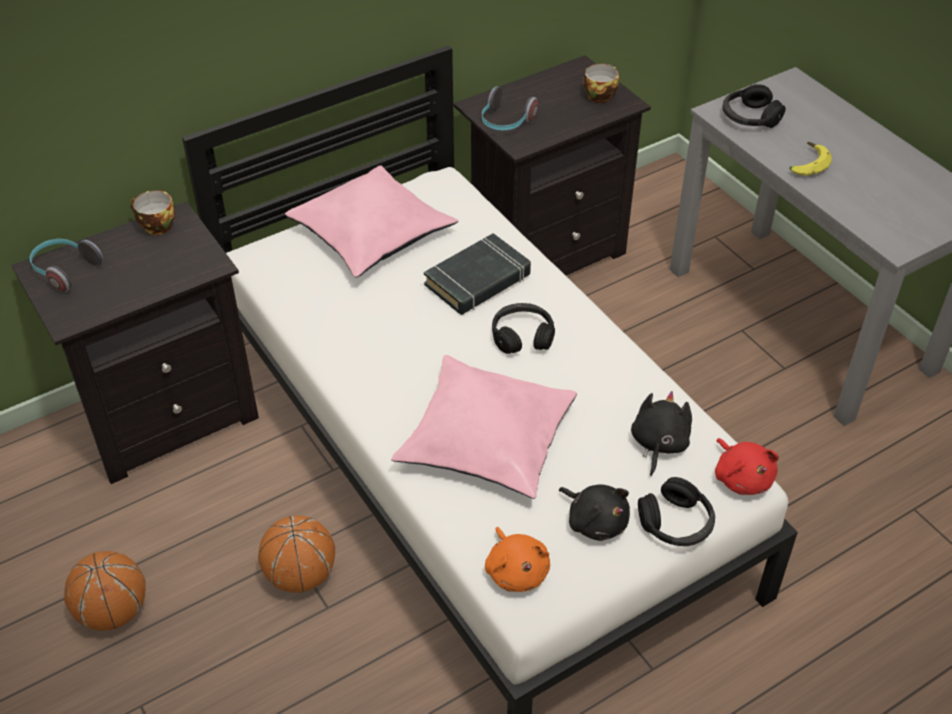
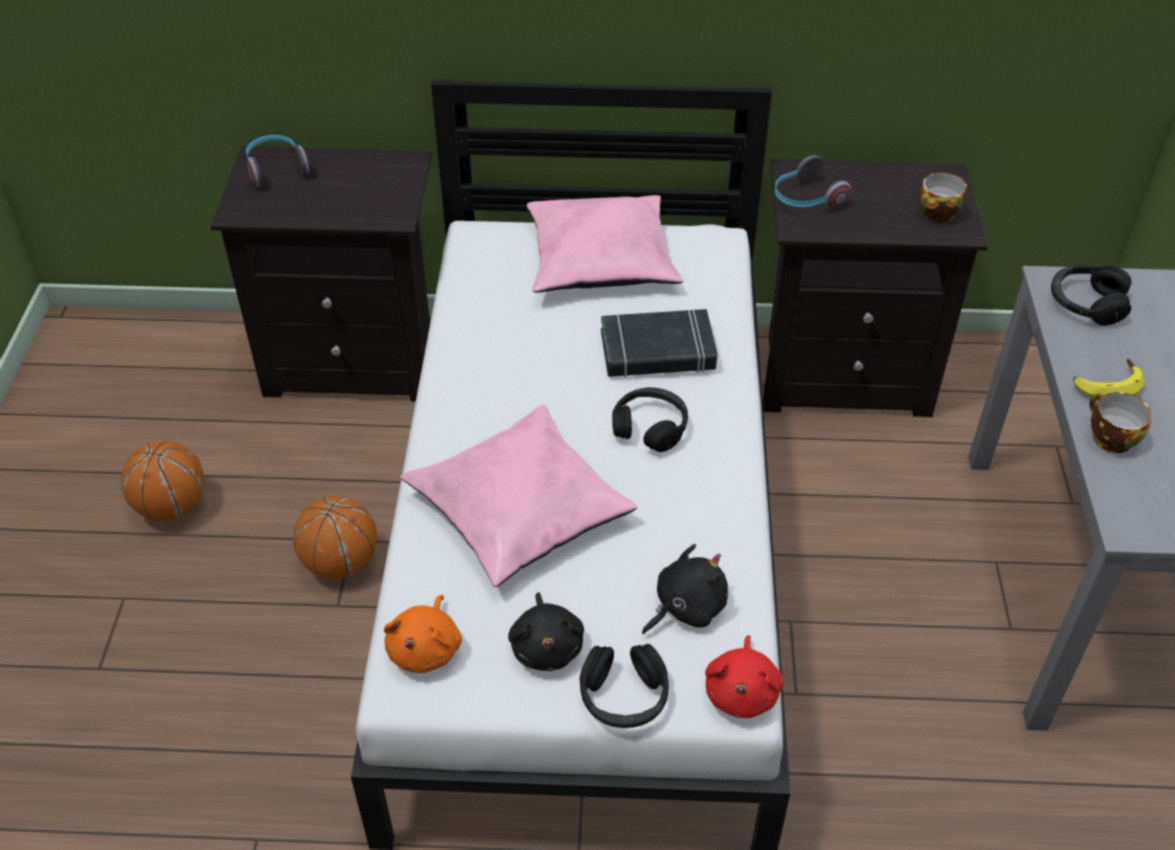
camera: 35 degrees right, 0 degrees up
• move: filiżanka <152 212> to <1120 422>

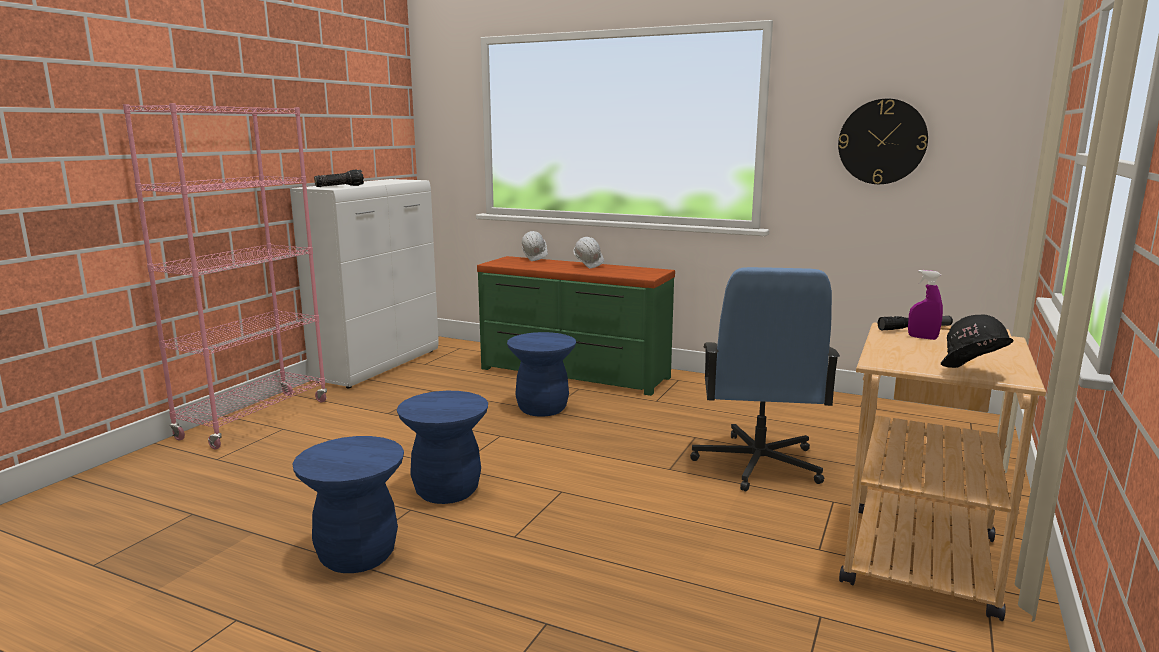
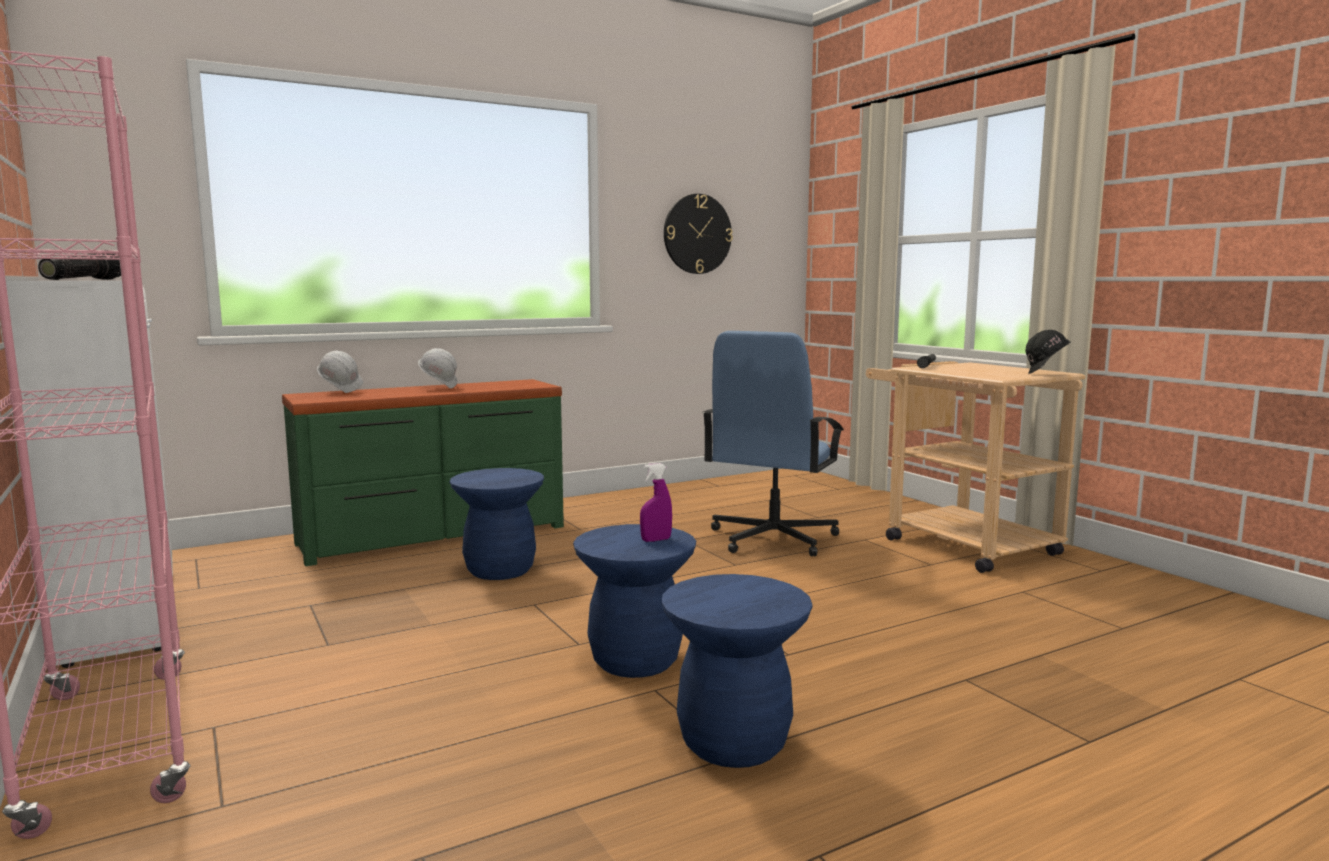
camera: 55 degrees left, 5 degrees down
• move: spryskiwacz/fioletowy <925 305> to <656 502>
• rotate: krzesło biurowe/niebieski <765 379> = <773 444> 75 degrees clockwise

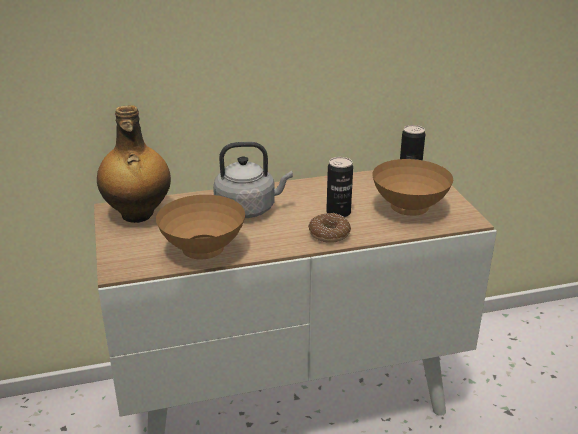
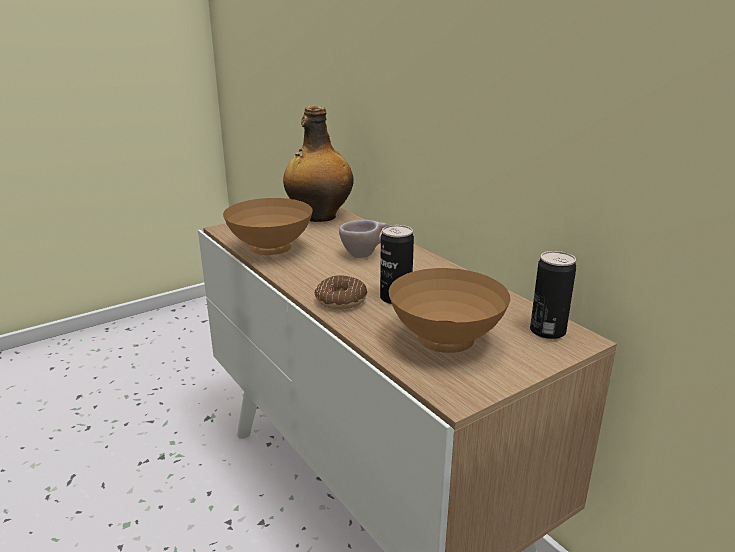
camera: 70 degrees right, 5 degrees down
• replace: czajnik/szary <253 180> to filiżanka/beżowy <364 239>

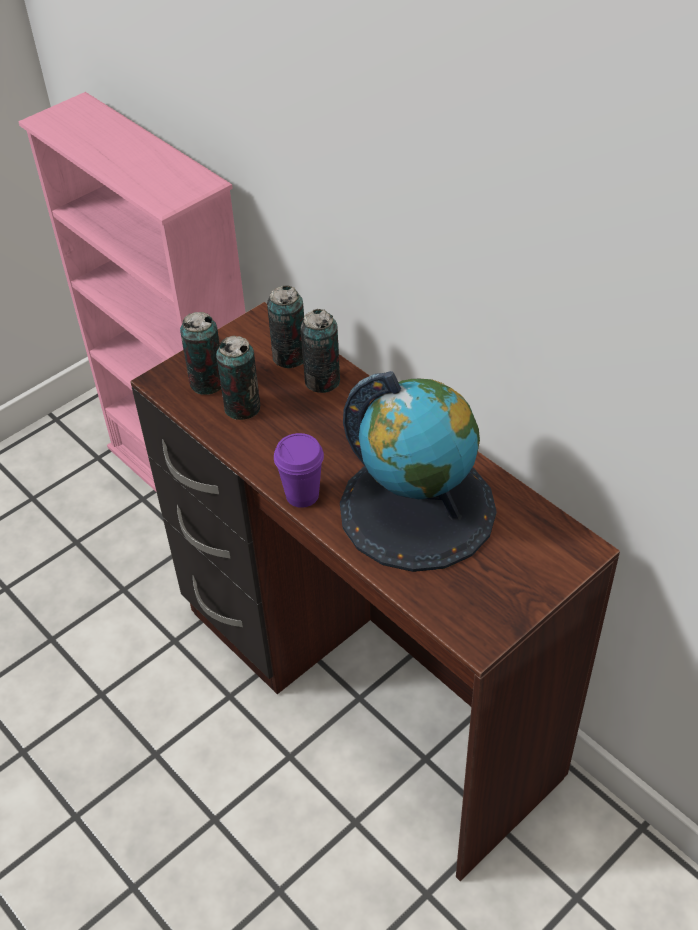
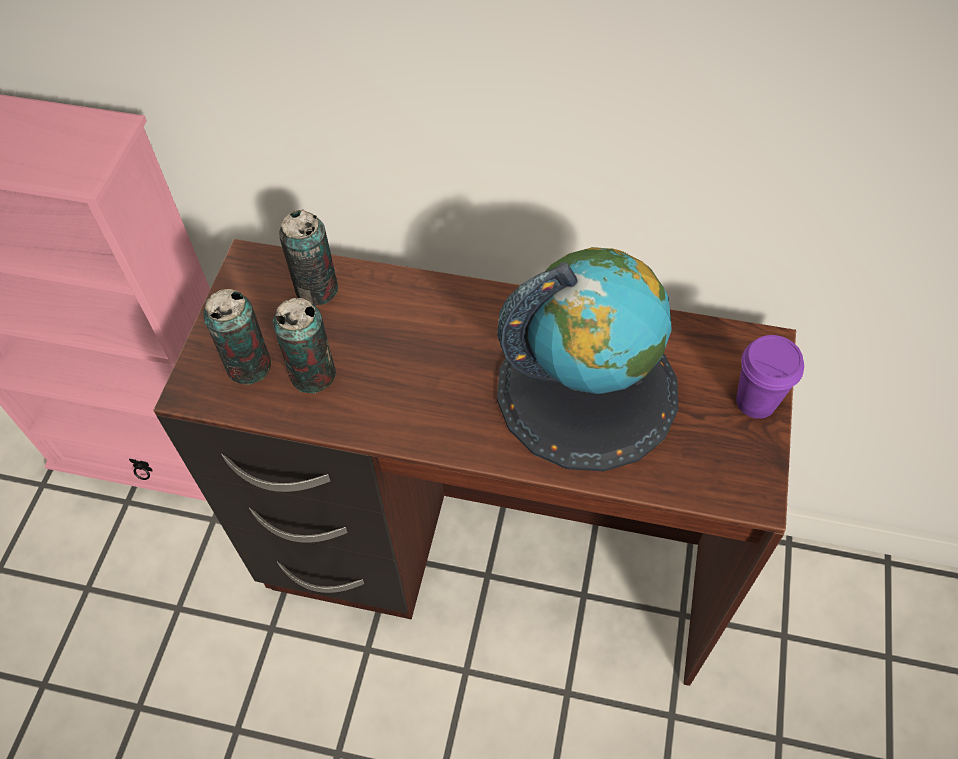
camera: 35 degrees left, 10 degrees up
• move: filiżanka/fioletowy <299 470> to <770 377>
• delete: puszka <320 351>

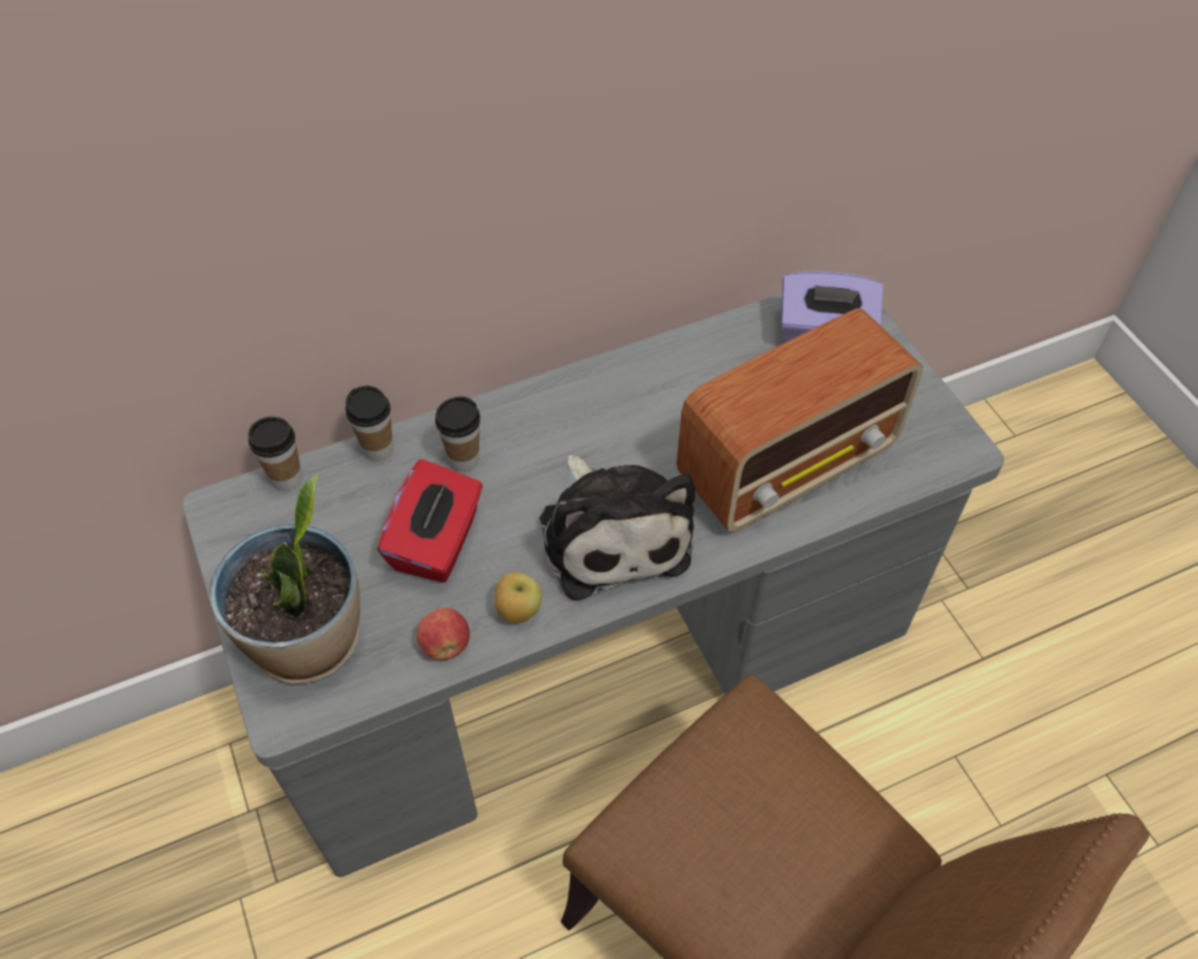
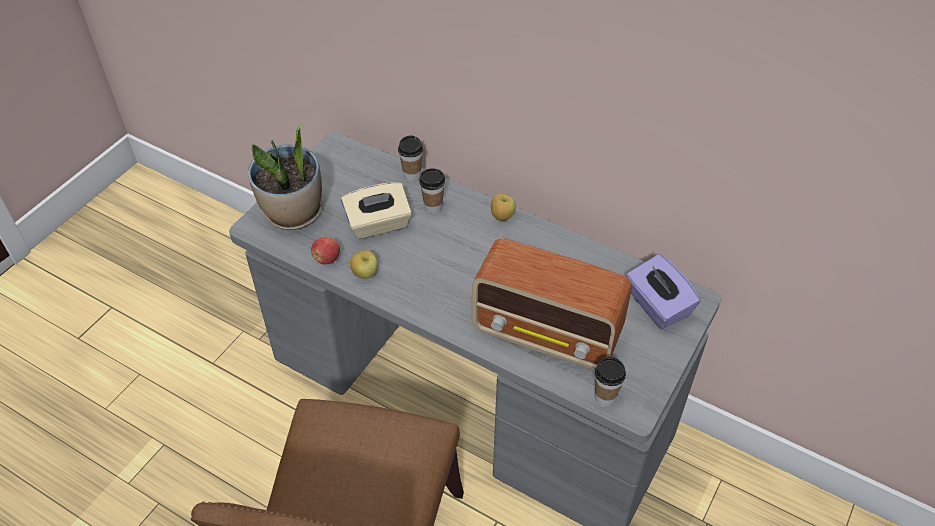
camera: 55 degrees right, 5 degrees down
• recolor: pudełko chusteczek/czerwony <430 521> to pudełko chusteczek/beżowy <376 211>
• insert: jabłko <503 207>
• move: filiżanka <275 454> to <610 382>
• delete: pluszak <617 527>

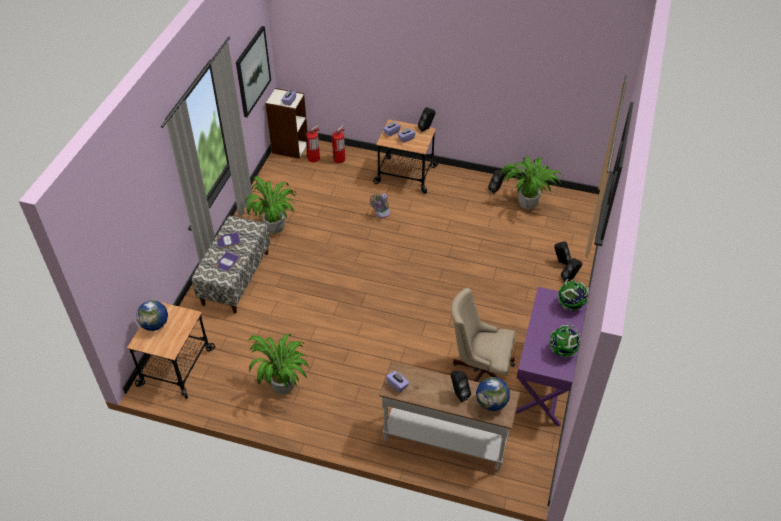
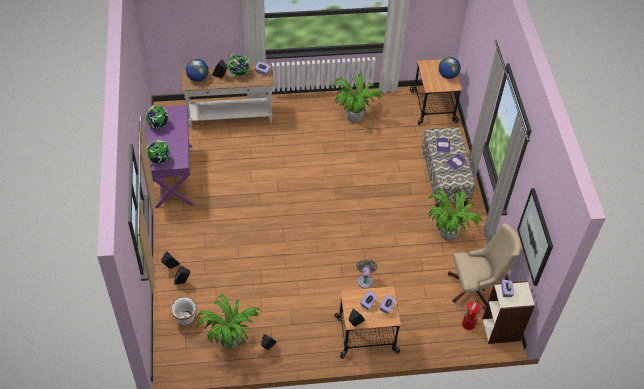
camera: 155 degrees right, 5 degrees up
• insert: donica/biały <184 311>
• insert: globus <239 64>
• move: krzesło biurowe/beżowy <483 335> to <484 266>
• delete: gaśnica <338 144>

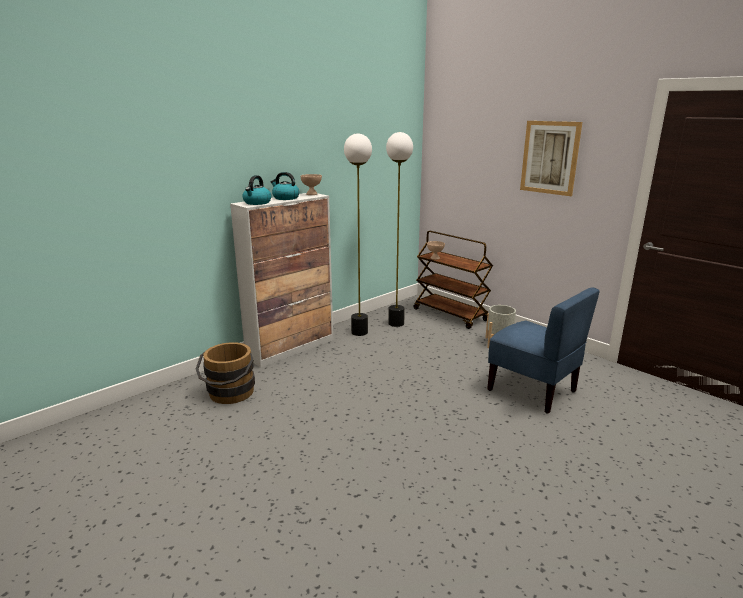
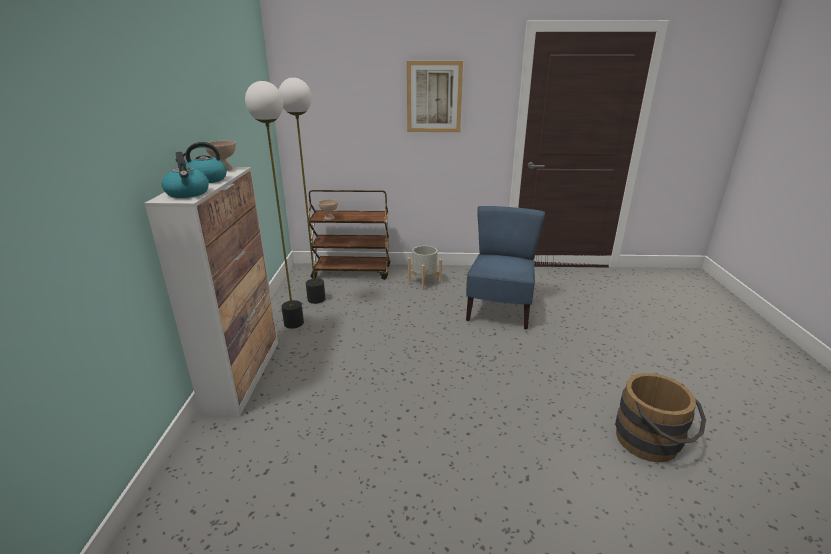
camera: 45 degrees left, 5 degrees up
• rotate: krzesło/niebieski <543 350> = <505 267> 75 degrees counterclockwise
• move: wiadro/brązowy <225 373> to <660 418>

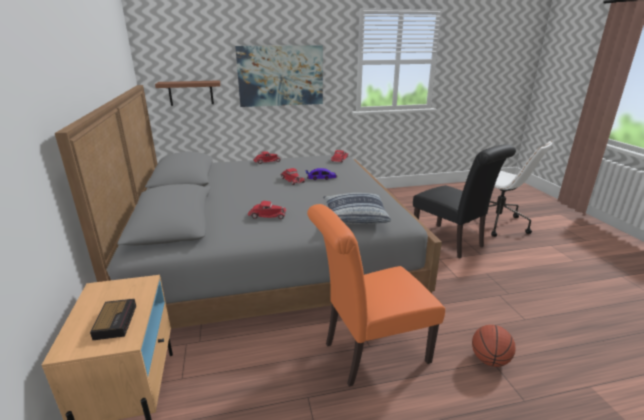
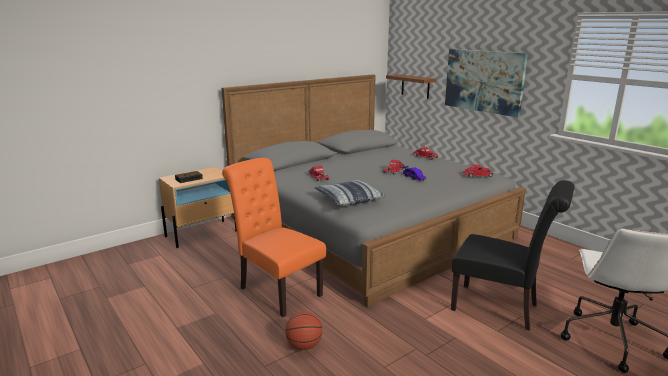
camera: 65 degrees right, 5 degrees down
• rotate: krzesło/czarny <464 201> = <513 255> 90 degrees counterclockwise

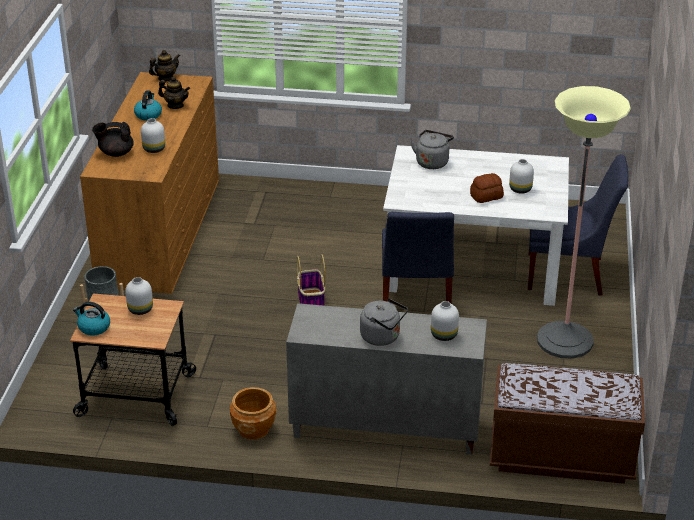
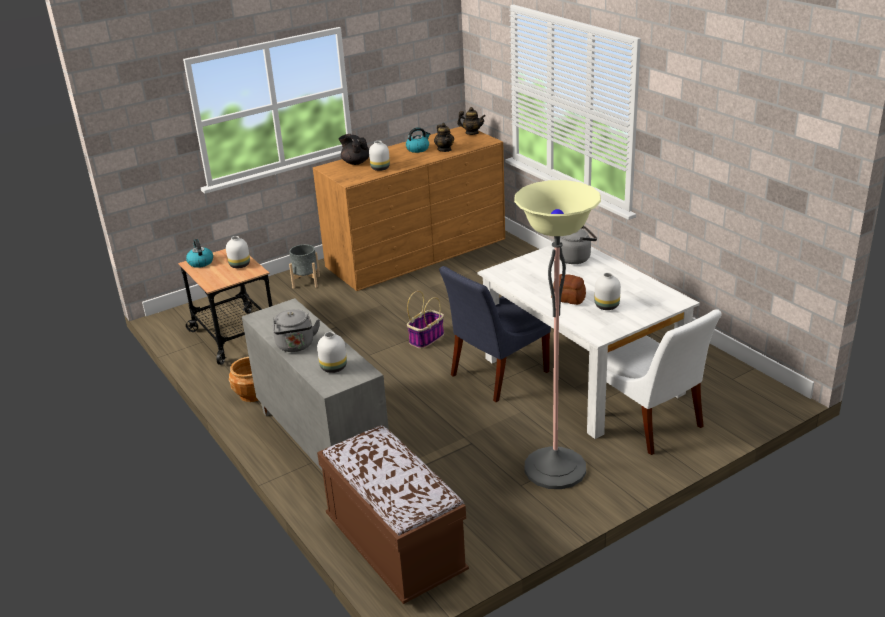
camera: 50 degrees right, 5 degrees down
• recolor: krzesło/niebieski <578 225> to krzesło/biały <664 382>

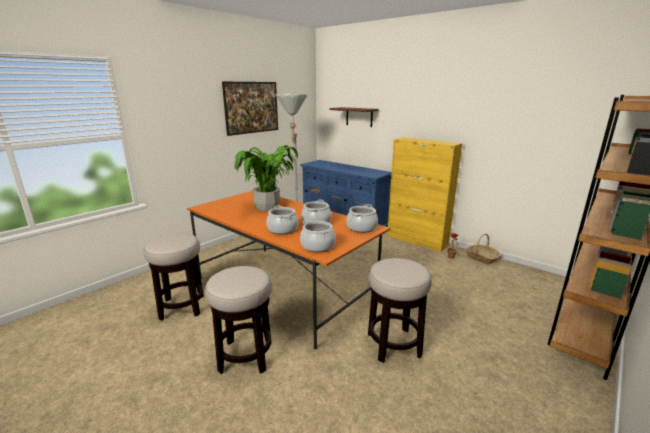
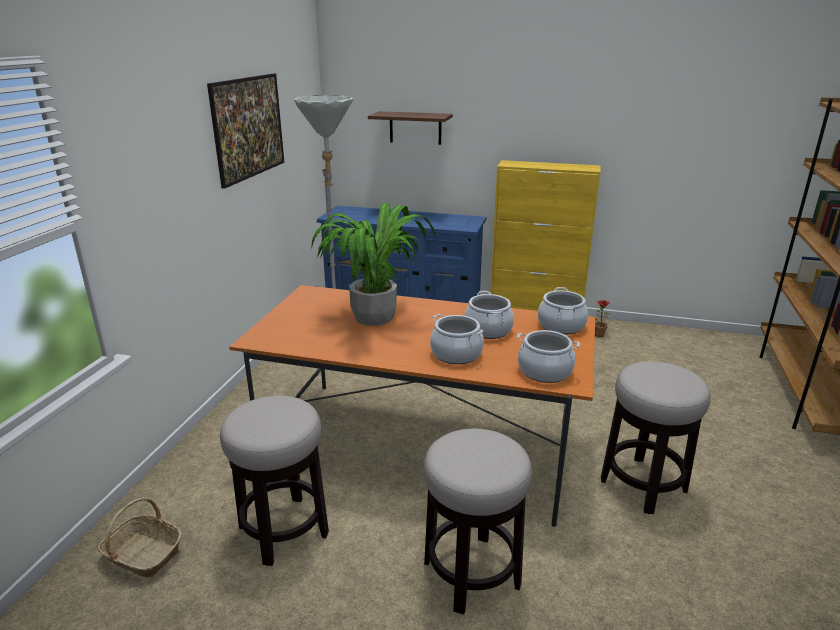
camera: 25 degrees left, 5 degrees up
• move: koszyk <483 249> to <140 537>

